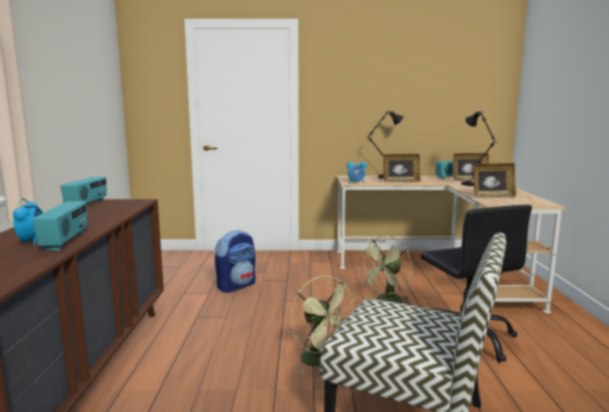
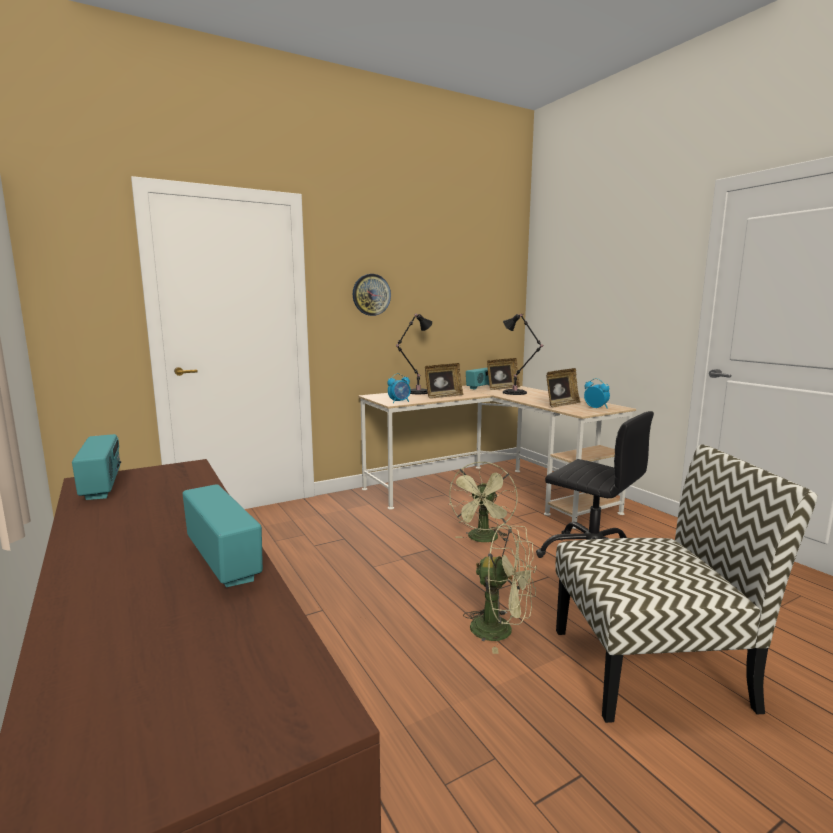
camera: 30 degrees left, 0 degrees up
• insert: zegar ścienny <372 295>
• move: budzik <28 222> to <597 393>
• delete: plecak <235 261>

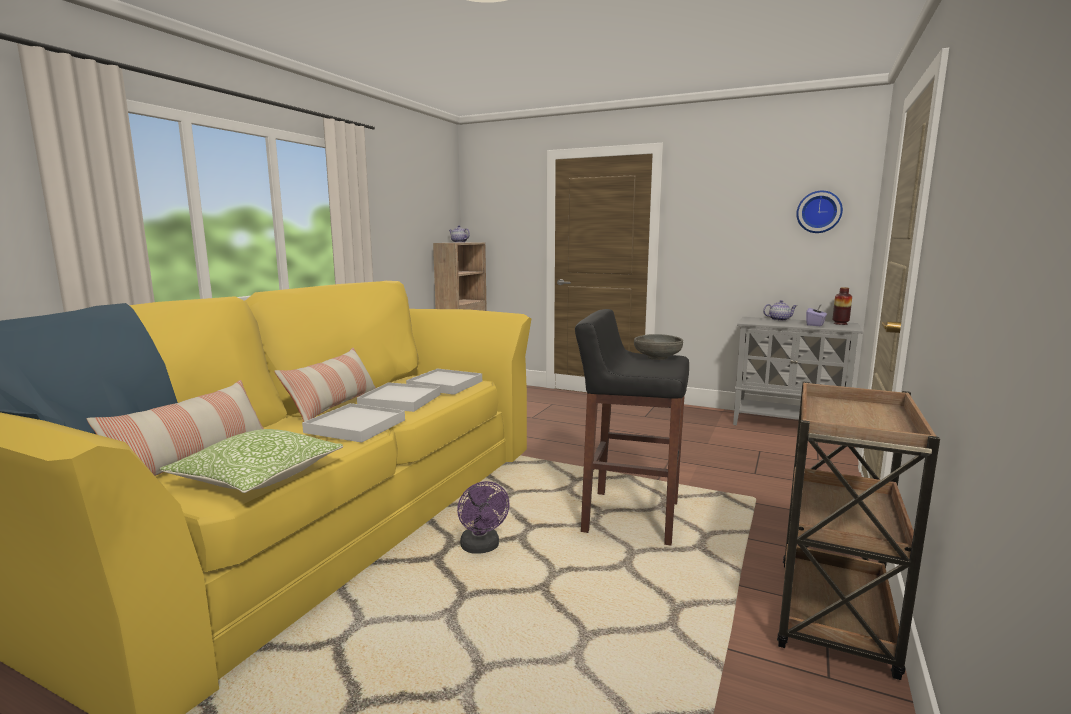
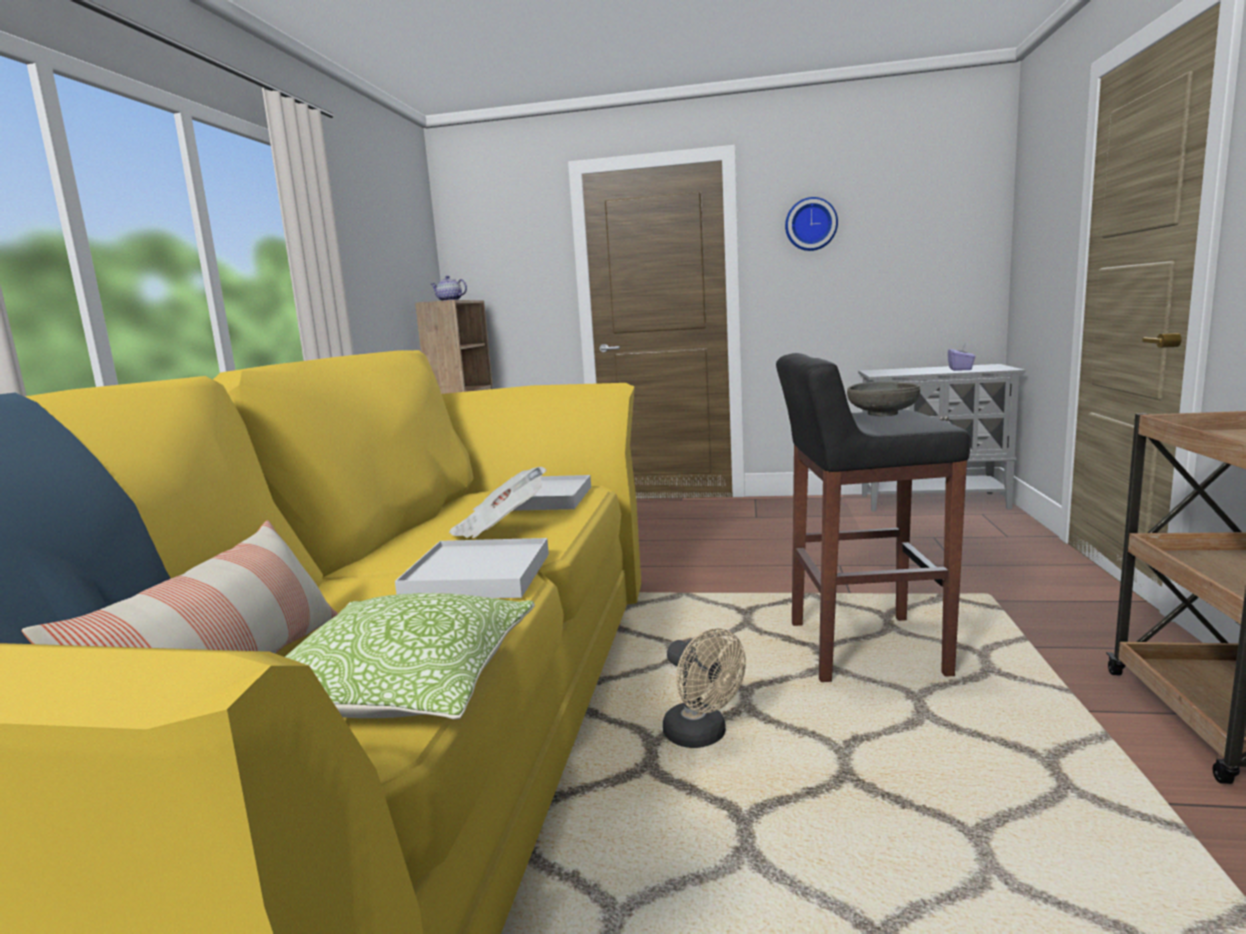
camera: 15 degrees left, 0 degrees up
• replace: taca/biały <398 397> to gazeta <498 502>
• recolor: wentylator/fioletowy <483 517> to wentylator/beżowy <704 688>
• move: zegar ścienny <819 212> to <811 224>
• delete: poduszka <325 385>
• delete: imbryk <780 310>
• delete: wazon <842 306>

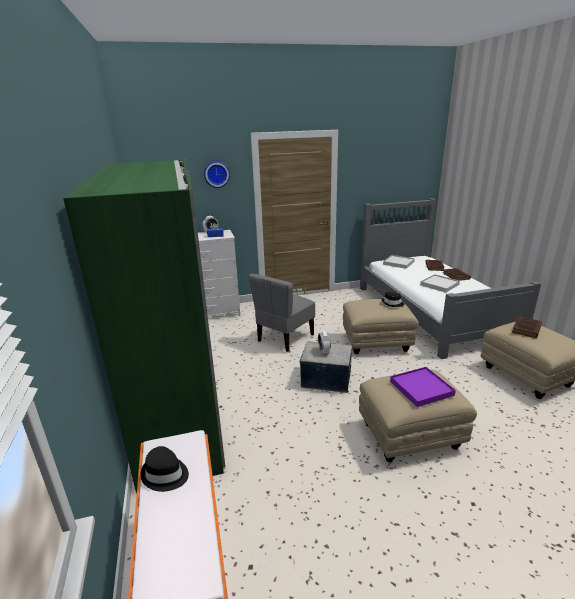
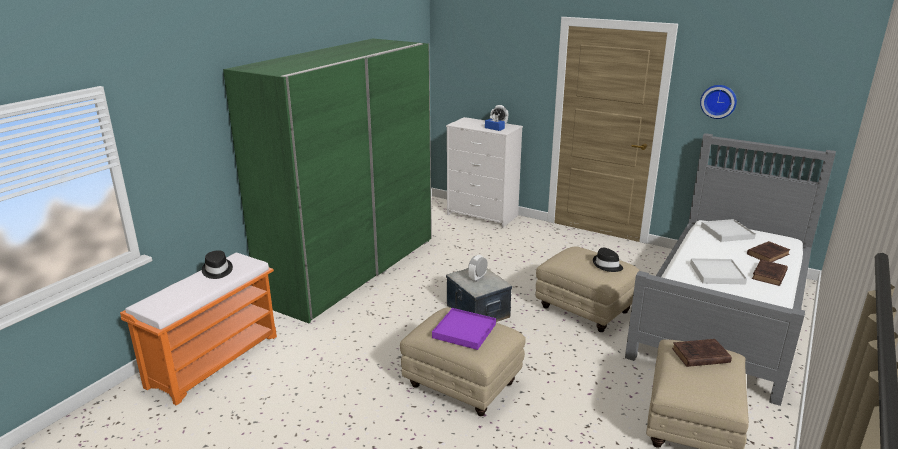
camera: 45 degrees right, 0 degrees up
• move: zegar ścienny <217 174> to <718 102>
• delete: krzesło/szary <281 313>

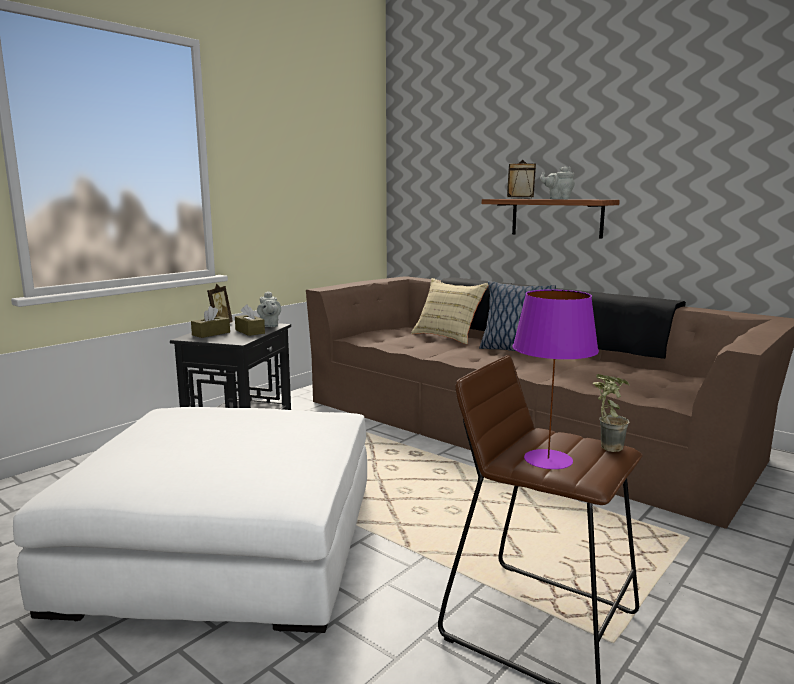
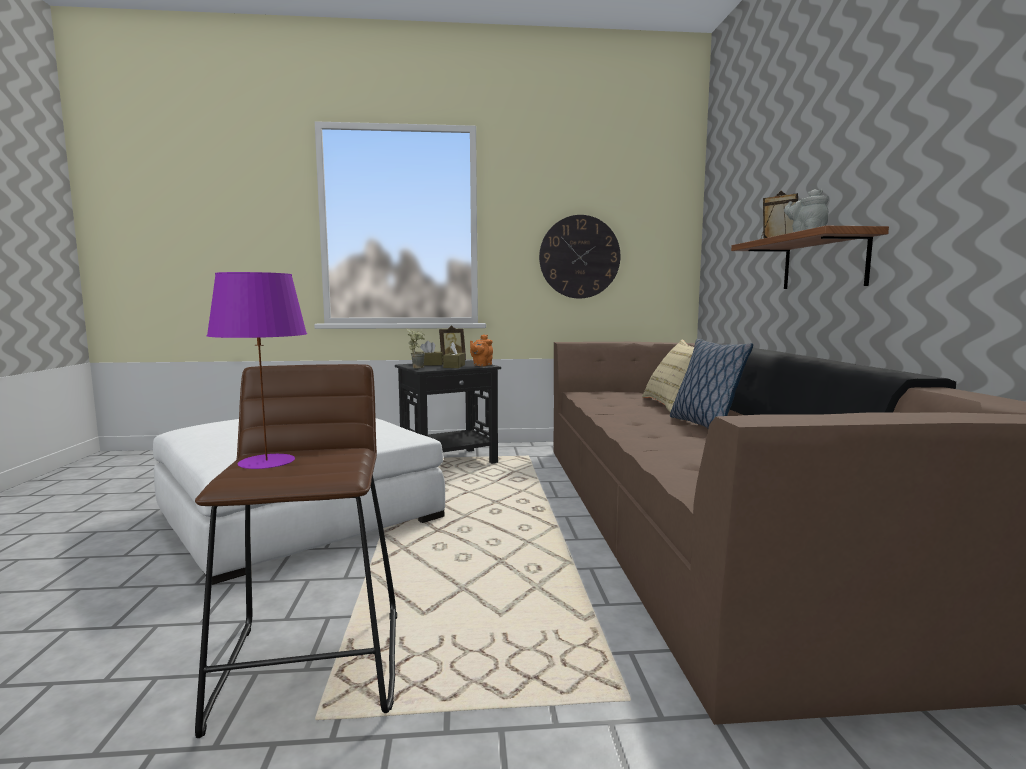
camera: 45 degrees right, 5 degrees down
• move: roślina doniczkowa <611 413> to <415 348>
• recolor: imbryk/szary <269 309> to imbryk/pomarańczowy <481 350>
• insert: zegar ścienny <579 256>

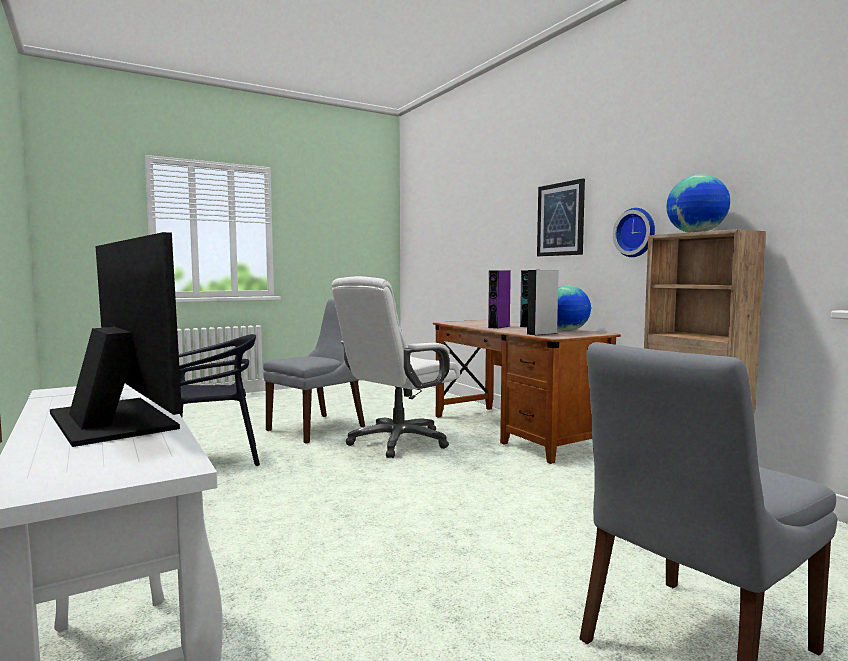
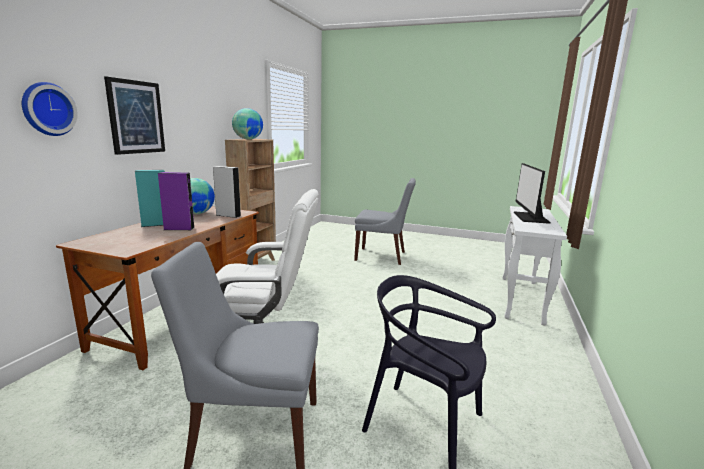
camera: 130 degrees left, 10 degrees up
• move: zegar ścienny <634 232> to <50 109>

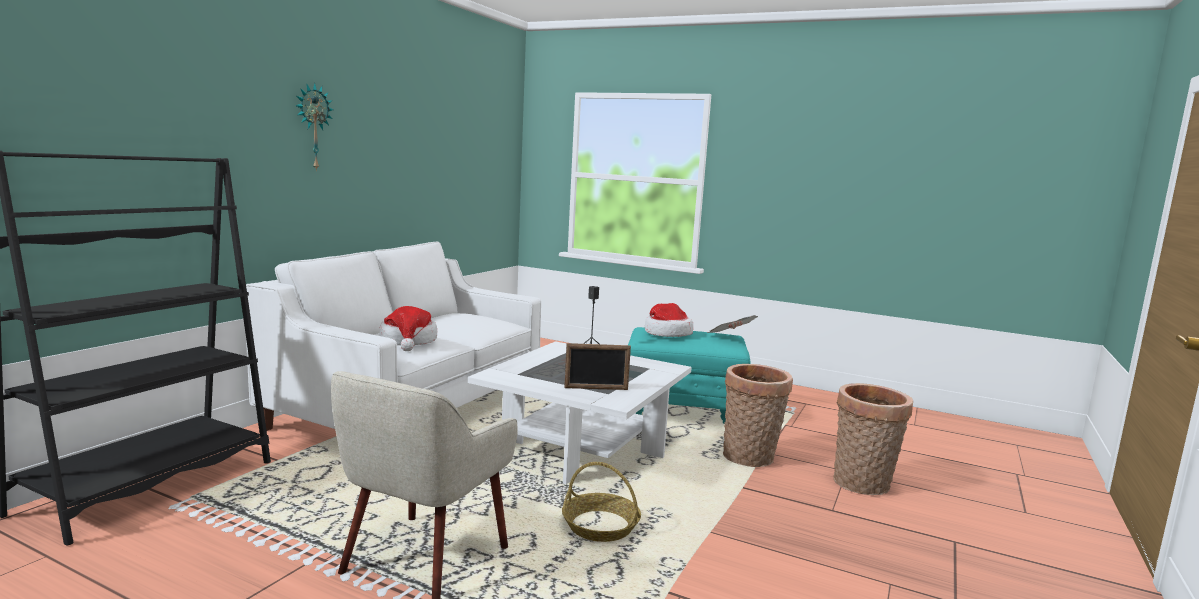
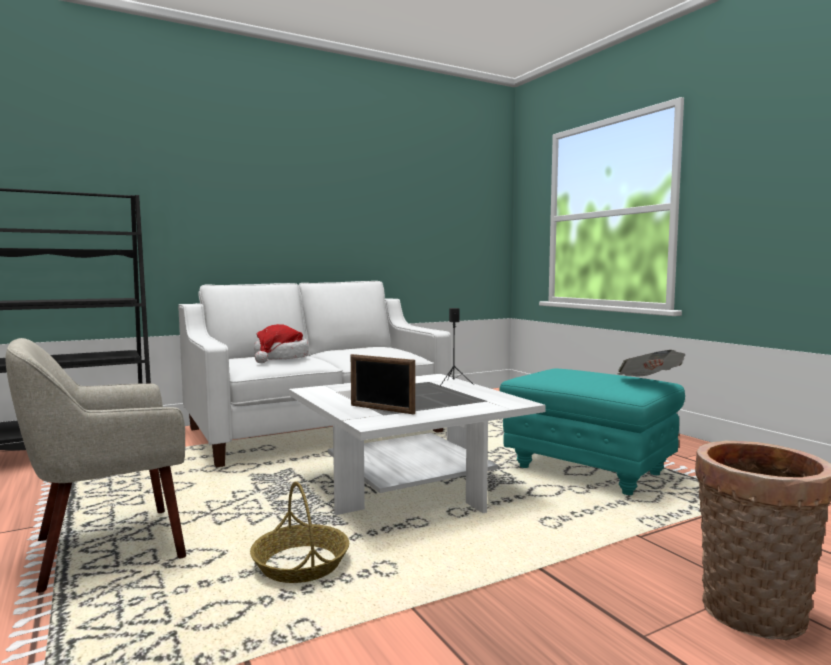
camera: 35 degrees right, 5 degrees down
• delete: zegar ścienny <314 127>
• delete: kapelusz <669 320>
• delete: koszyk <758 415>

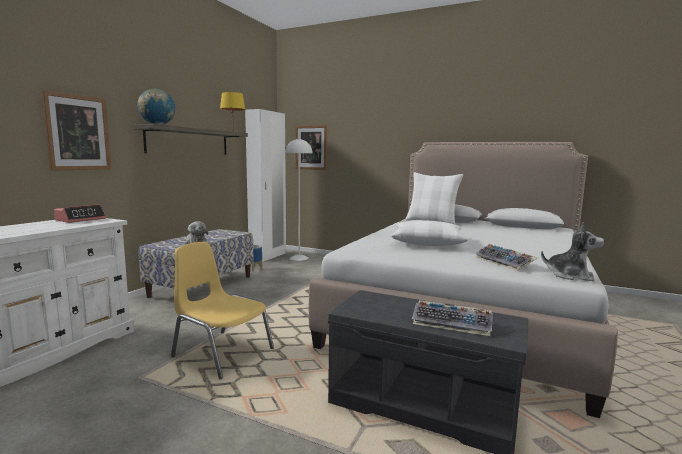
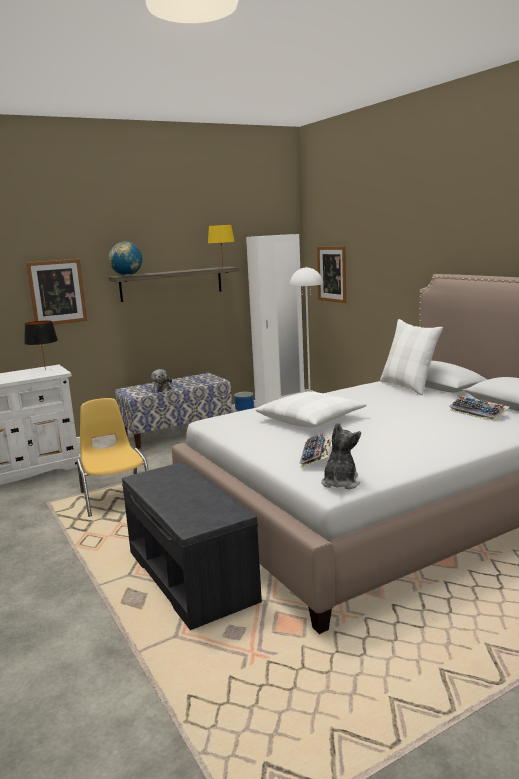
camera: 35 degrees right, 5 degrees up
• replace: budzik <80 213> to lampa stołowa/czarny <41 345>
• rotate: pluszak <572 252> = <341 455> 135 degrees counterclockwise
• move: klawiatura <452 318> to <479 409>

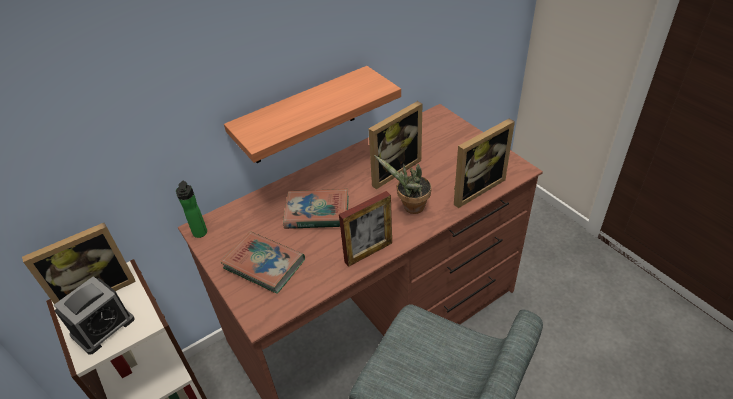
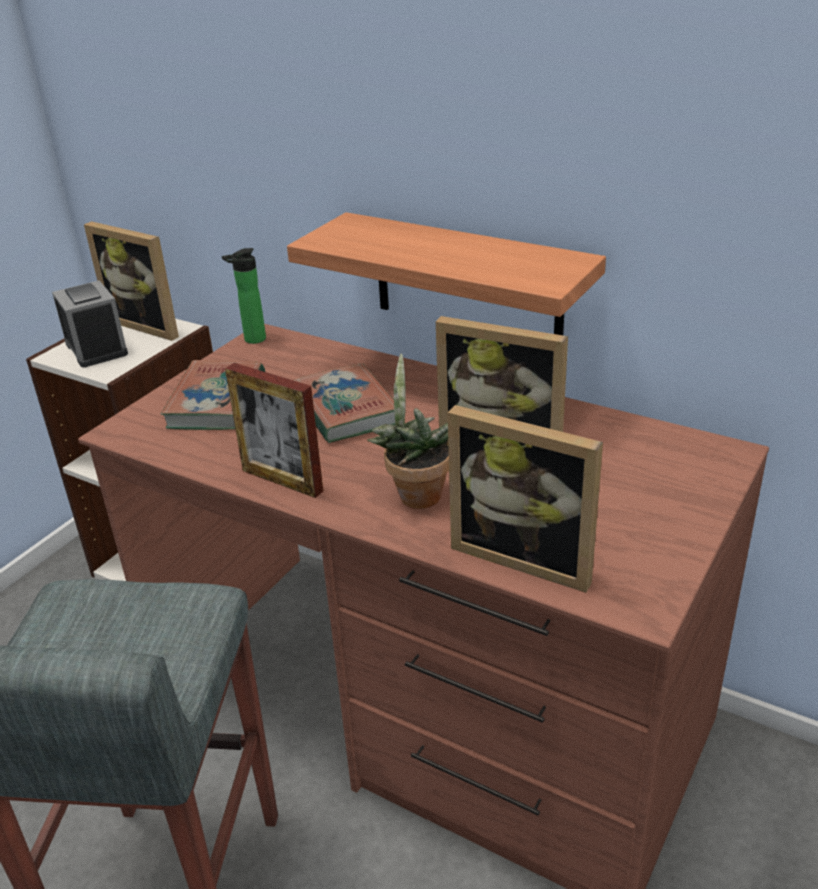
camera: 65 degrees right, 10 degrees down
• rotate: budzik <94 315> = <90 323> 135 degrees counterclockwise

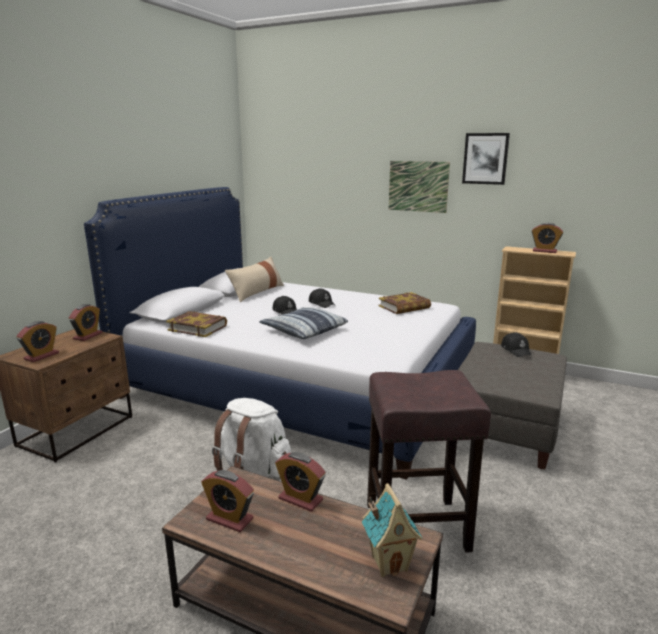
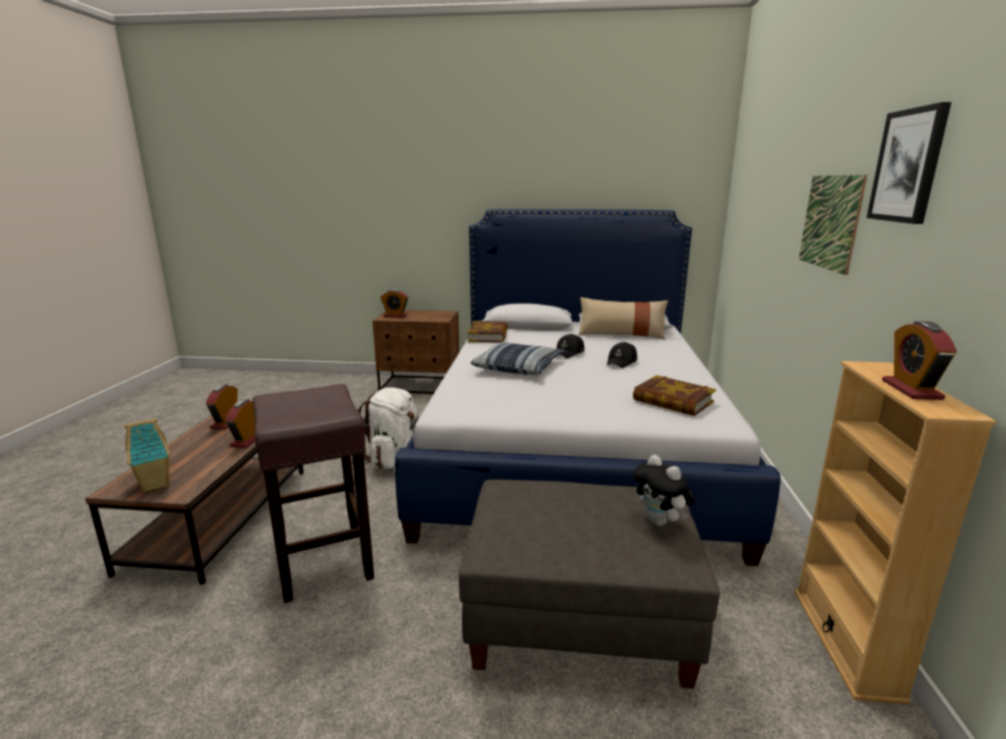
camera: 70 degrees right, 0 degrees up
• replace: czapka z daszkiem/czarny <516 344> to pluszak <664 490>
• delete: budzik <86 322>

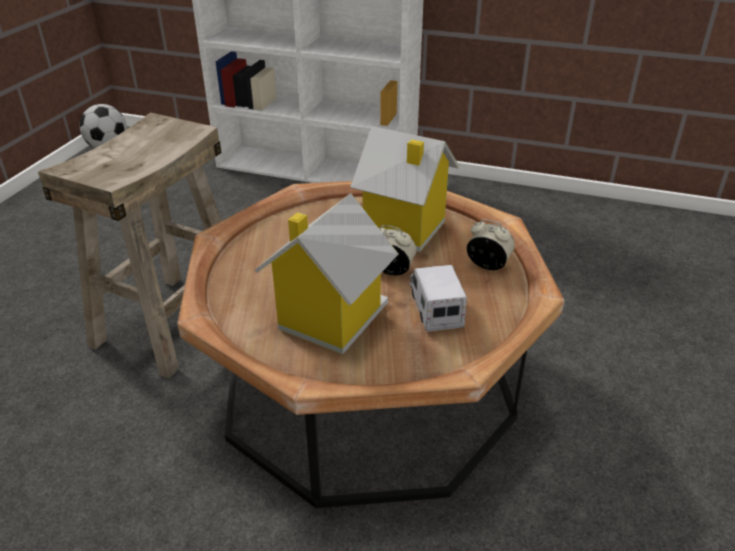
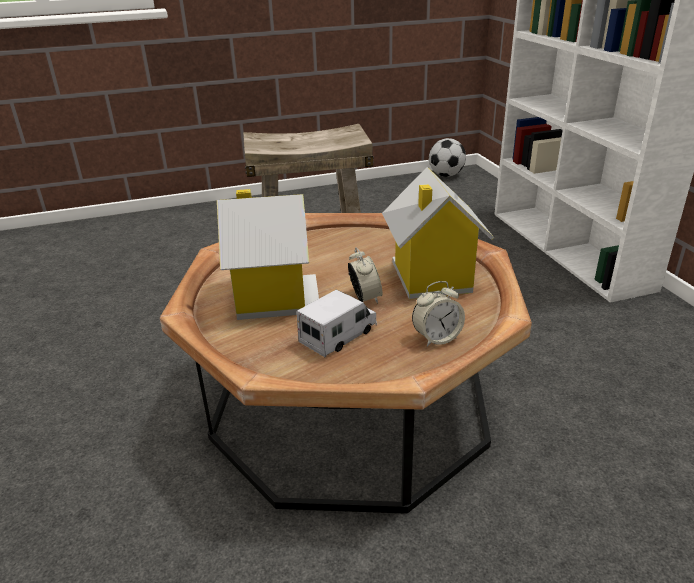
camera: 55 degrees right, 5 degrees down
• rotate: budzik <491 244> = <438 314> 75 degrees clockwise

